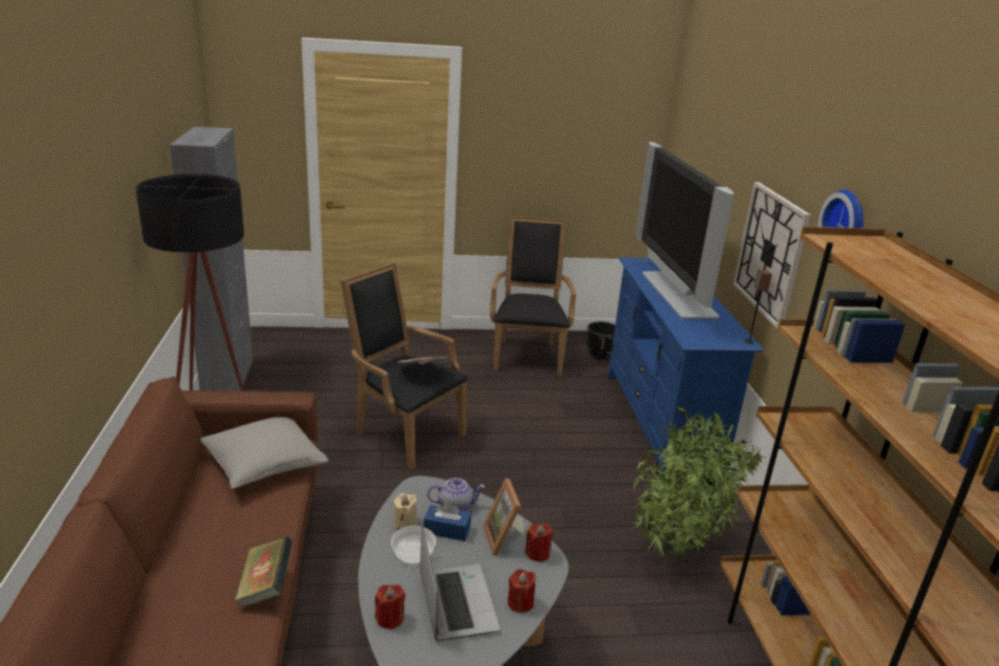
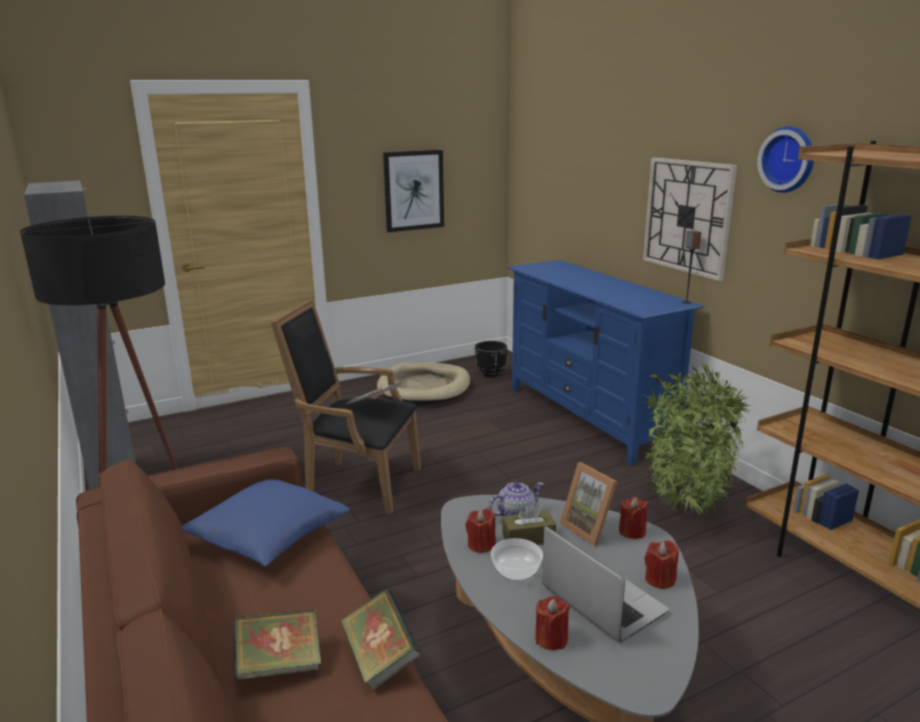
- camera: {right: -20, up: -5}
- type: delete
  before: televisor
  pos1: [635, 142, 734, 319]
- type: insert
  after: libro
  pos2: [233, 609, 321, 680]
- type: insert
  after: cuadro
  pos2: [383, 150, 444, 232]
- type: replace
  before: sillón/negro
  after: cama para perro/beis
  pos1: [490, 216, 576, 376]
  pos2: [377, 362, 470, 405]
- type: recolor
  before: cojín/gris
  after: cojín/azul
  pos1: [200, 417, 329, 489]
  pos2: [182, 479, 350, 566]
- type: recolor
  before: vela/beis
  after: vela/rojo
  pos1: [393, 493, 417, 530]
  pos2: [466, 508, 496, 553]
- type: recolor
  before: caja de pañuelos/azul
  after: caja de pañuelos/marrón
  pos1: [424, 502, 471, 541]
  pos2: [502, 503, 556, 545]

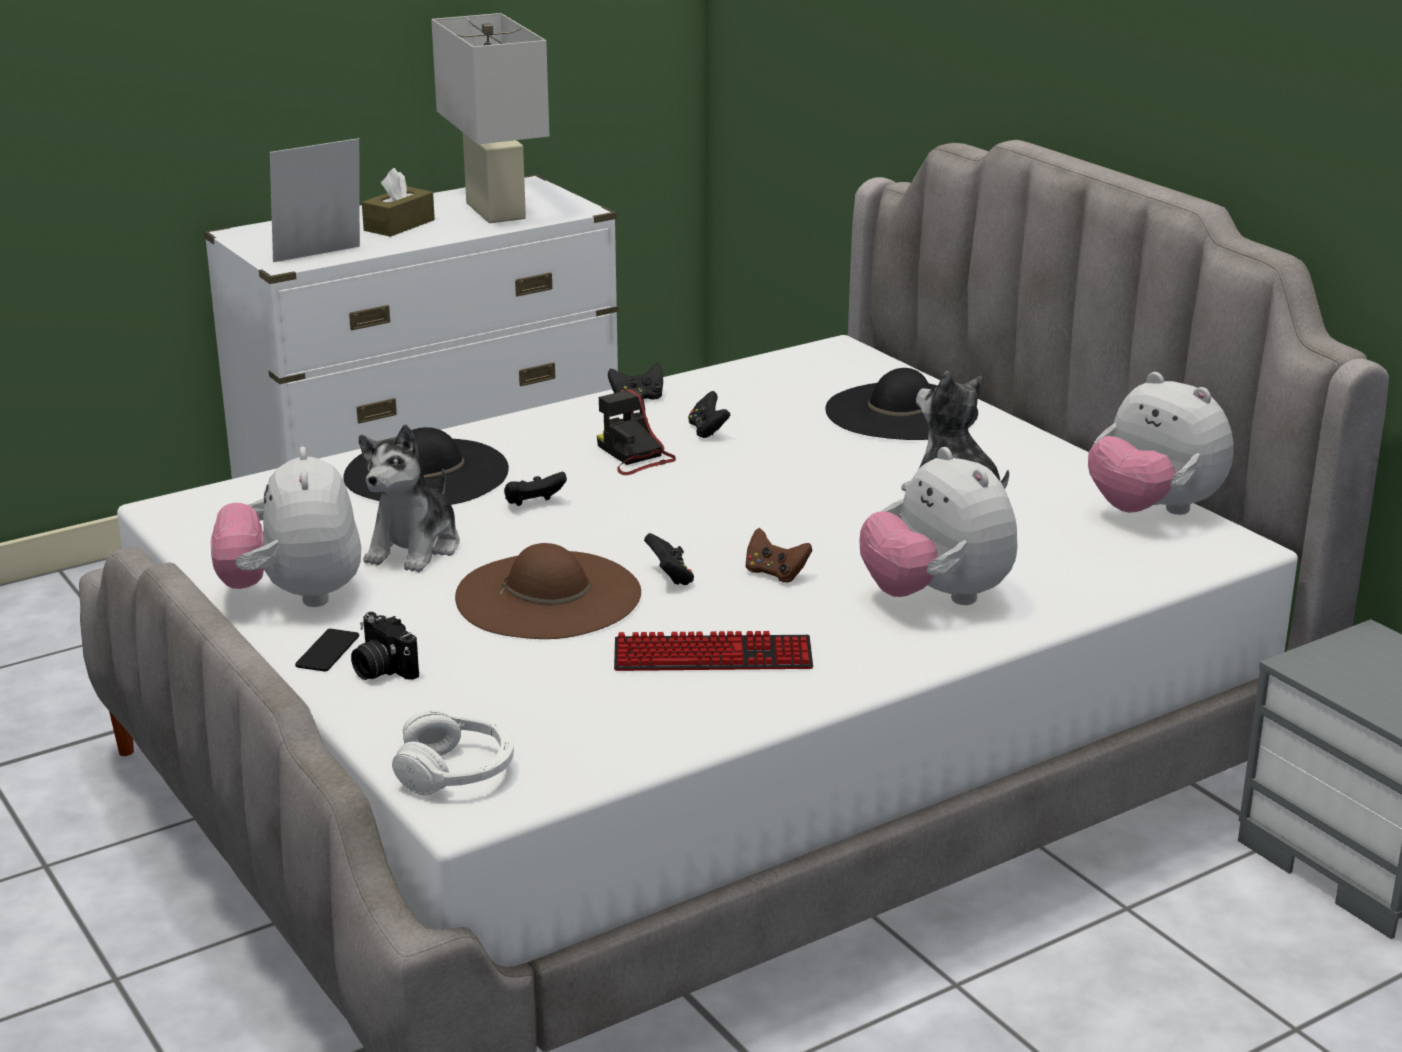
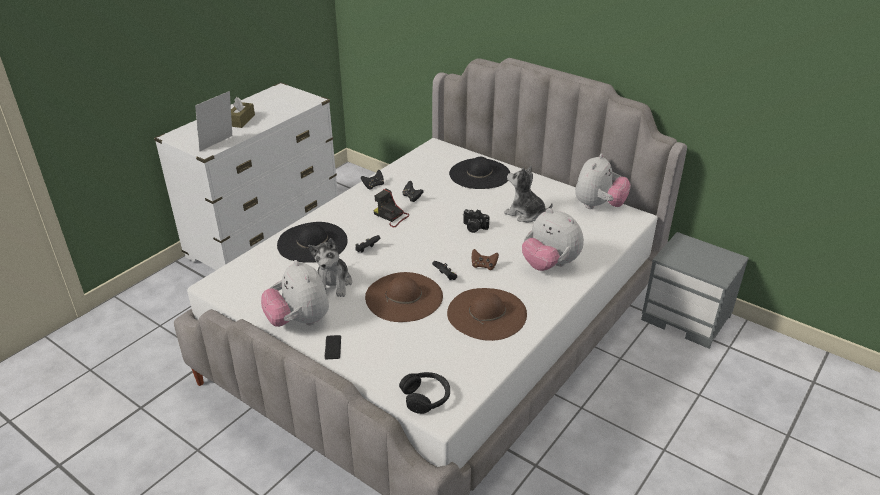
- camera: {right: -20, up: 10}
- type: delete
  before: lámpara de mesa/blanco
  pos1: [431, 13, 549, 223]
- type: move
  before: cámara
  pos1: [351, 612, 419, 680]
  pos2: [463, 209, 489, 233]
- type: replace
  before: teclado
  after: sombrero/marrón
  pos1: [614, 631, 813, 671]
  pos2: [447, 288, 527, 341]
- type: recolor
  before: auriculares/blanco
  after: auriculares/negro
  pos1: [392, 710, 514, 796]
  pos2: [399, 372, 450, 414]
- type: rotate
  before: peluche
  pos1: [1088, 372, 1234, 515]
  pos2: [575, 153, 631, 209]
  turn: -90

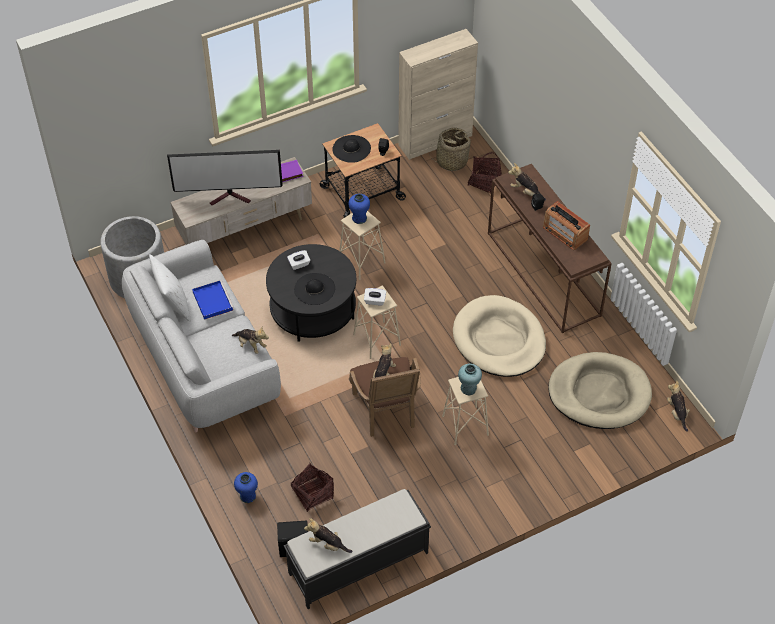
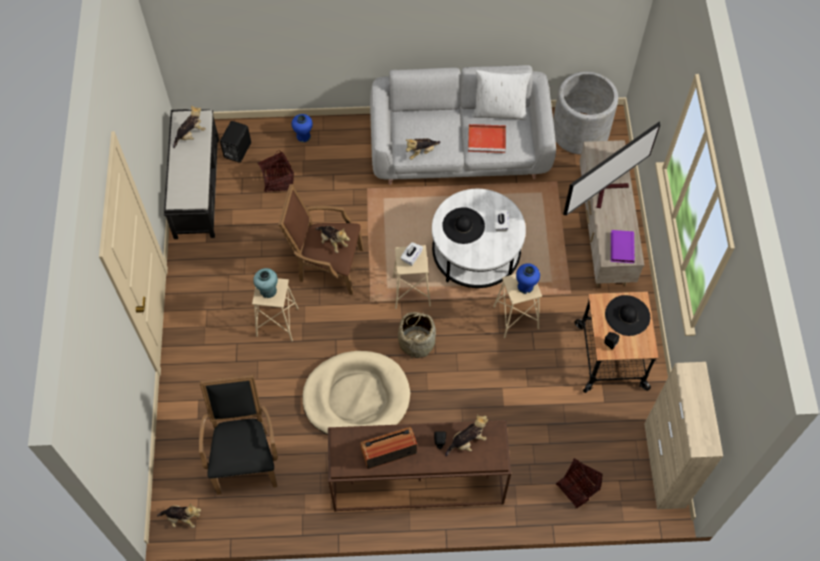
- camera: {right: 115, up: 10}
- type: move
  before: cesta
  pos1: [429, 127, 473, 171]
  pos2: [398, 311, 436, 358]
- type: replace
  before: cama para perro/beis
  after: sillón/negro
  pos1: [548, 352, 652, 429]
  pos2: [199, 375, 278, 495]
- type: recolor
  before: bandeja/azul
  after: bandeja/rojo
  pos1: [192, 280, 234, 320]
  pos2: [468, 124, 506, 153]
- type: recolor
  before: mesa de centro/negro
  after: mesa de centro/blanco
  pos1: [266, 244, 356, 342]
  pos2: [432, 189, 526, 288]
- type: rotate
  before: televisor
  pos1: [167, 150, 283, 206]
  pos2: [563, 121, 660, 215]
  turn: -150

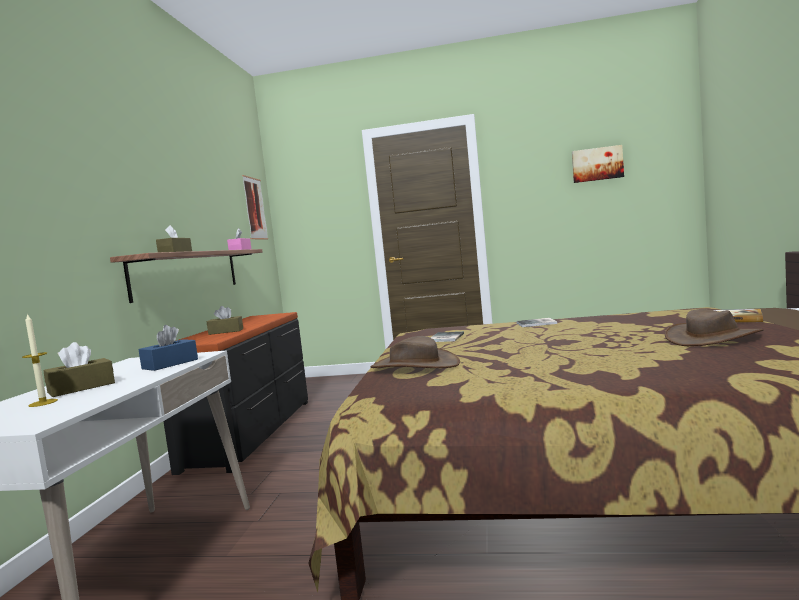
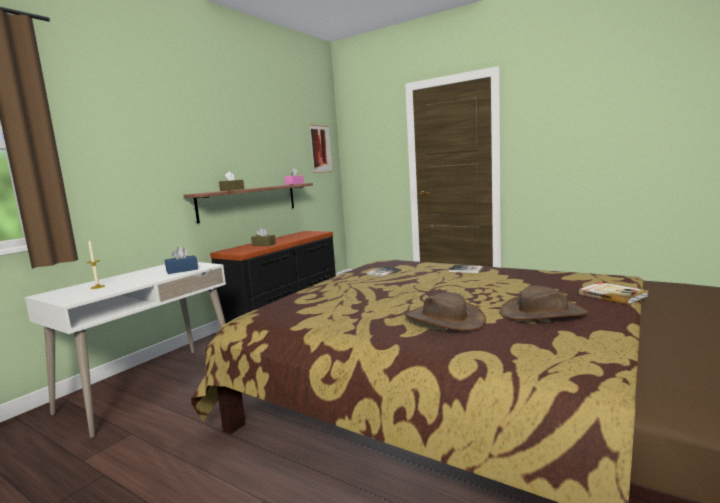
- camera: {right: 25, up: 5}
- type: delete
  before: caja de pañuelos/marrón
  pos1: [43, 342, 115, 397]
- type: delete
  before: cuadro
  pos1: [572, 145, 624, 183]
- type: move
  before: sombrero/marrón
  pos1: [371, 336, 460, 368]
  pos2: [405, 292, 486, 331]

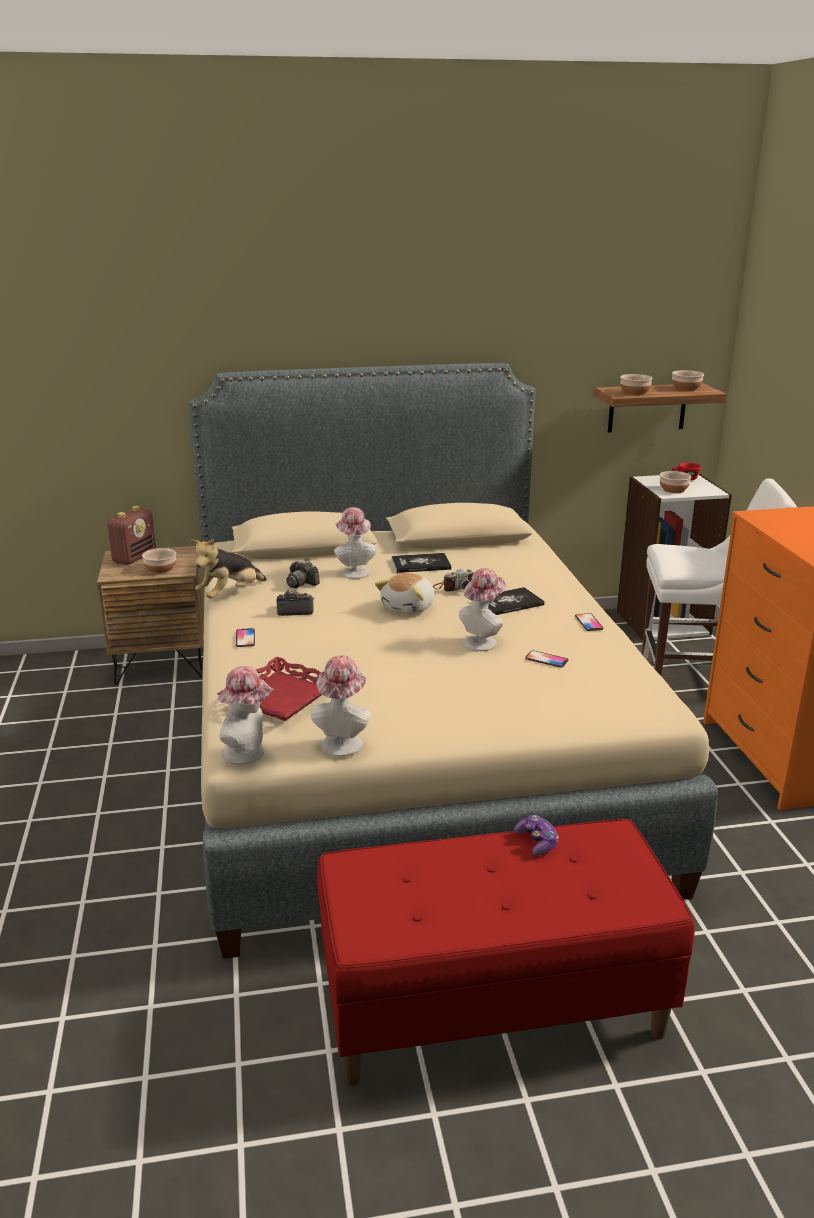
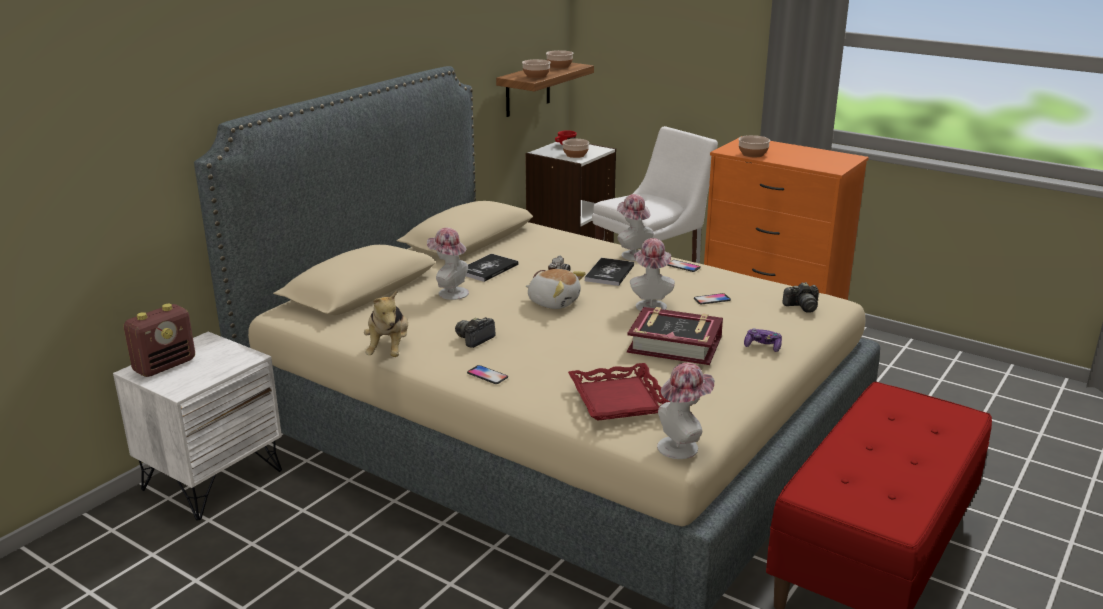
- camera: {right: -45, up: 0}
- type: insert
  after: libro
  pos2: [627, 307, 723, 365]
- type: move
  before: cuenco
  pos1: [142, 548, 176, 574]
  pos2: [738, 135, 770, 157]
- type: move
  before: cámara
  pos1: [286, 560, 320, 588]
  pos2: [783, 282, 819, 313]
- type: move
  before: sombrero
  pos1: [311, 655, 371, 756]
  pos2: [617, 194, 654, 261]
- type: move
  before: mando de consola
  pos1: [514, 815, 558, 856]
  pos2: [744, 328, 782, 352]
- type: recolor
  before: mesita de noche/marrón
  after: mesita de noche/blanco
  pos1: [97, 546, 204, 684]
  pos2: [113, 332, 282, 520]
- type: rotate
  before: radio
  pos1: [107, 506, 156, 565]
  pos2: [124, 304, 195, 377]
  turn: 60
- type: rotate
  before: peluche
  pos1: [375, 573, 435, 614]
  pos2: [526, 269, 586, 309]
  turn: -45

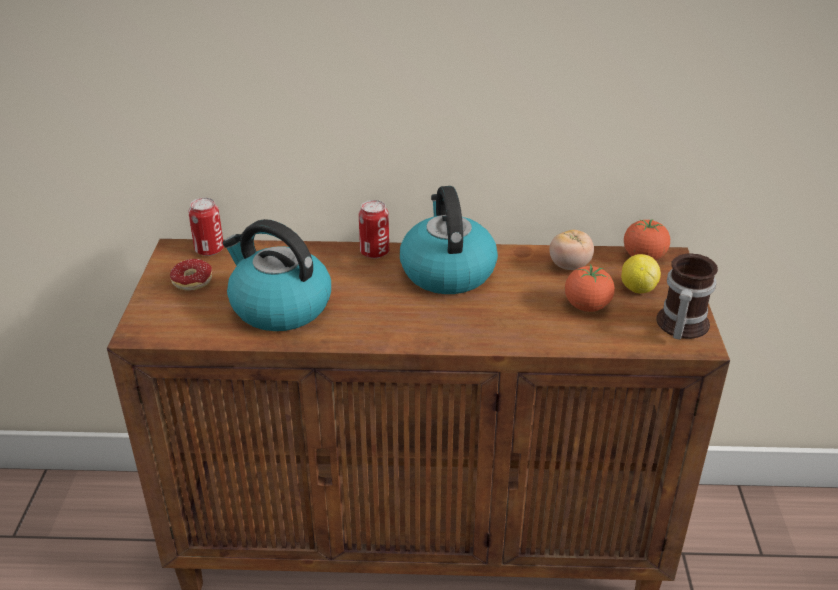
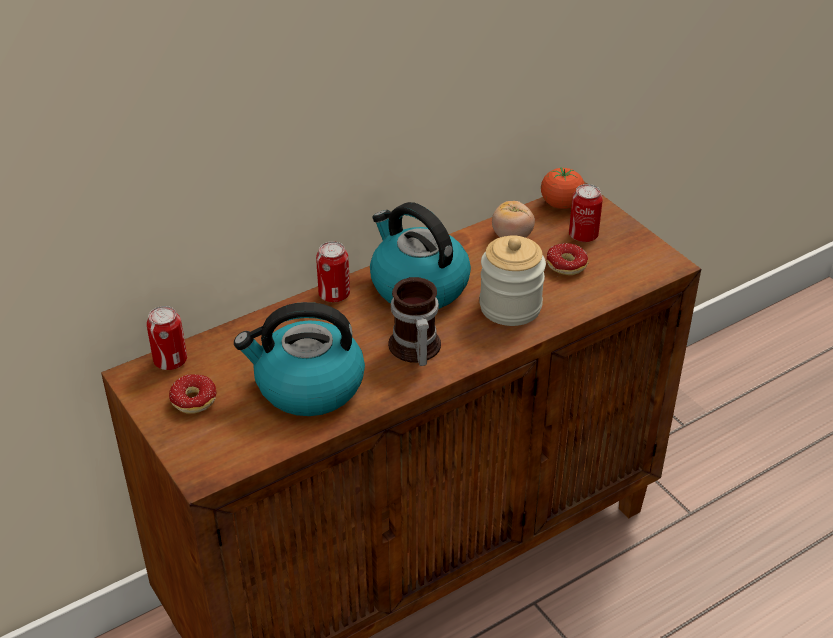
- camera: {right: -35, up: 5}
- type: insert
  after: tarro
  pos2: [479, 235, 546, 326]
- type: move
  before: taza grande
  pos1: [656, 253, 718, 340]
  pos2: [388, 277, 441, 366]
- type: replace
  before: tomate
  after: rosquilla
  pos1: [565, 264, 615, 312]
  pos2: [546, 243, 589, 275]
- type: replace
  before: limón
  after: lata
  pos1: [621, 254, 661, 293]
  pos2: [569, 184, 603, 242]

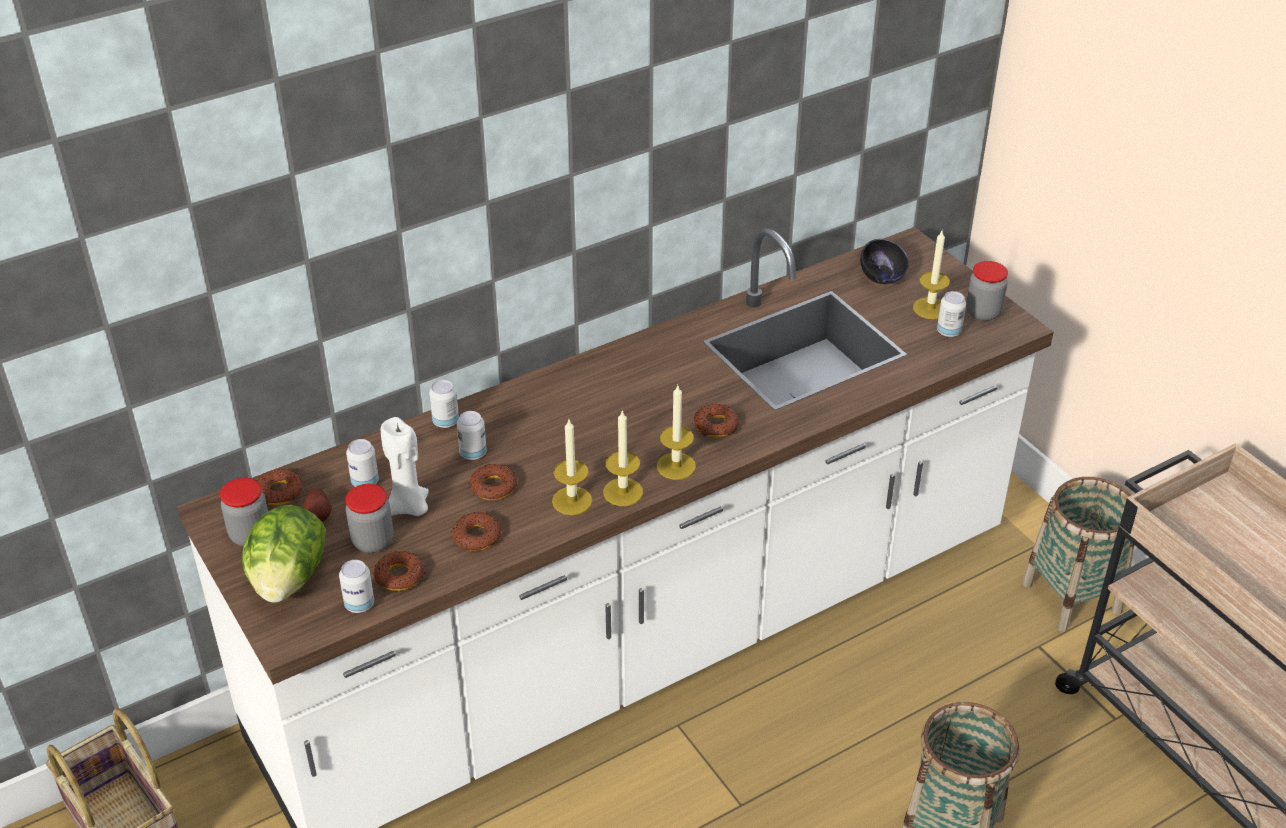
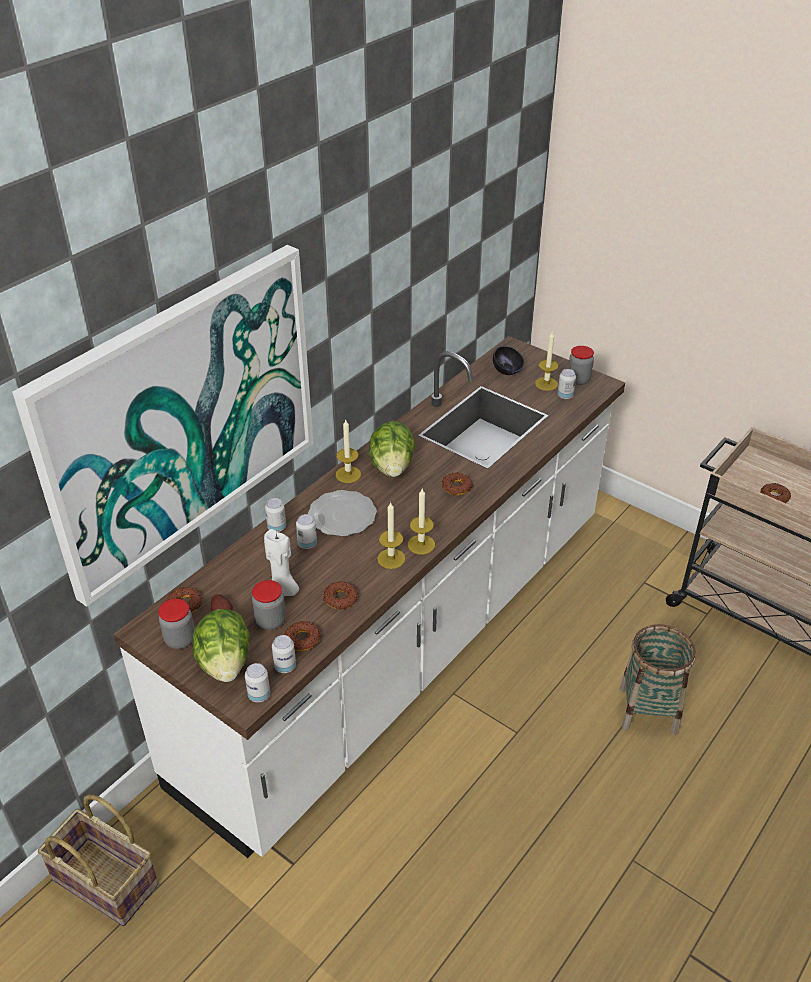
- camera: {right: -20, up: 0}
- type: delete
  before: cesta
  pos1: [1022, 477, 1134, 632]
- type: insert
  after: cuadro
  pos2: [12, 245, 313, 607]
- type: insert
  after: plato
  pos2: [308, 490, 377, 537]
- type: insert
  after: lechuga
  pos2: [369, 421, 415, 477]
- type: move
  before: lata
  pos1: [346, 439, 379, 487]
  pos2: [245, 663, 270, 702]
- type: move
  before: rosquilla
  pos1: [469, 464, 517, 500]
  pos2: [761, 483, 791, 503]
- type: move
  before: vela
  pos1: [657, 386, 696, 480]
  pos2: [336, 420, 361, 483]

